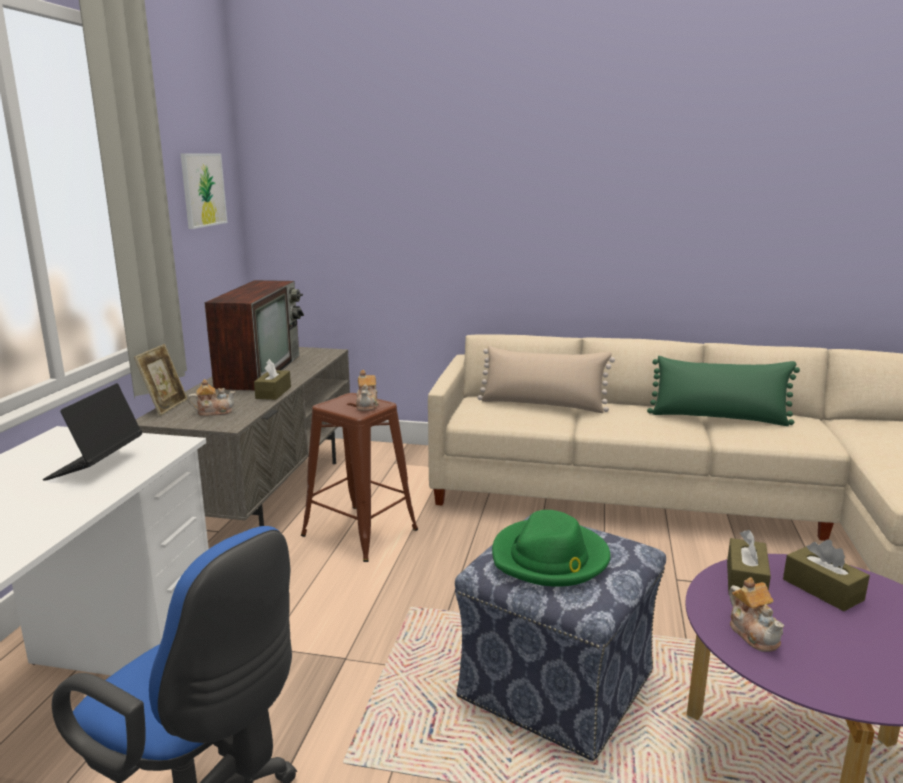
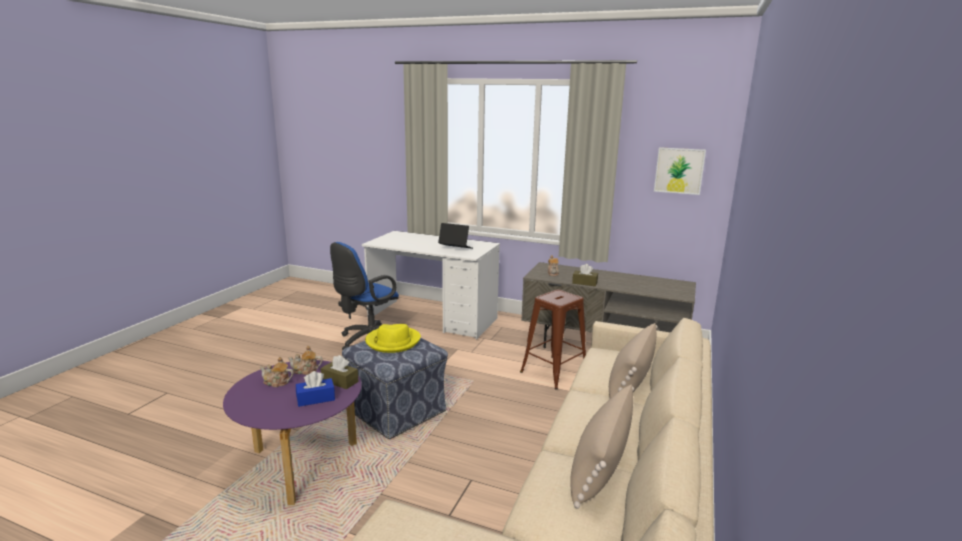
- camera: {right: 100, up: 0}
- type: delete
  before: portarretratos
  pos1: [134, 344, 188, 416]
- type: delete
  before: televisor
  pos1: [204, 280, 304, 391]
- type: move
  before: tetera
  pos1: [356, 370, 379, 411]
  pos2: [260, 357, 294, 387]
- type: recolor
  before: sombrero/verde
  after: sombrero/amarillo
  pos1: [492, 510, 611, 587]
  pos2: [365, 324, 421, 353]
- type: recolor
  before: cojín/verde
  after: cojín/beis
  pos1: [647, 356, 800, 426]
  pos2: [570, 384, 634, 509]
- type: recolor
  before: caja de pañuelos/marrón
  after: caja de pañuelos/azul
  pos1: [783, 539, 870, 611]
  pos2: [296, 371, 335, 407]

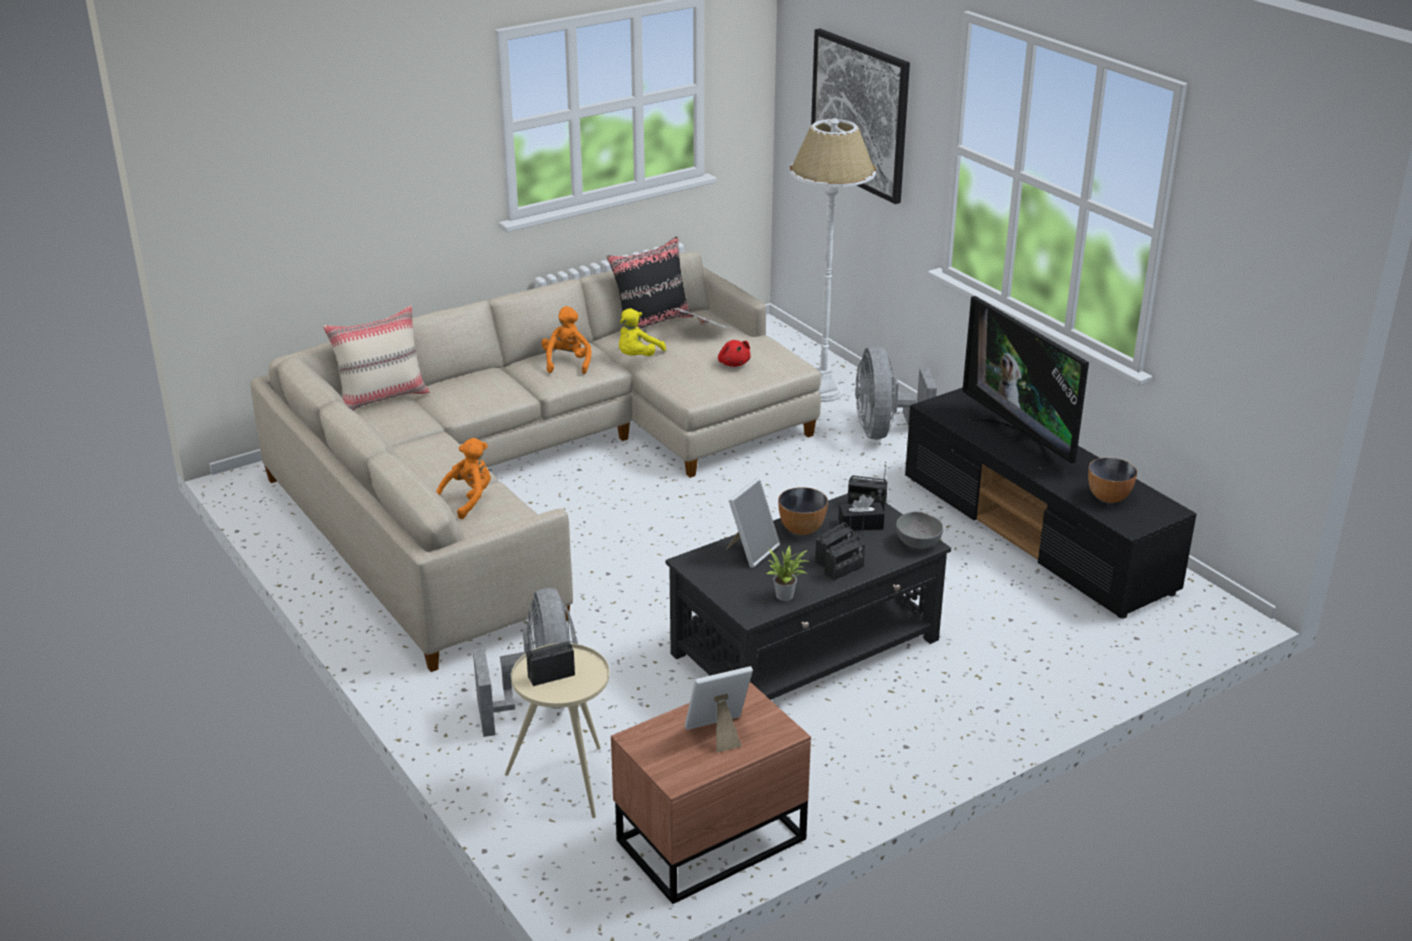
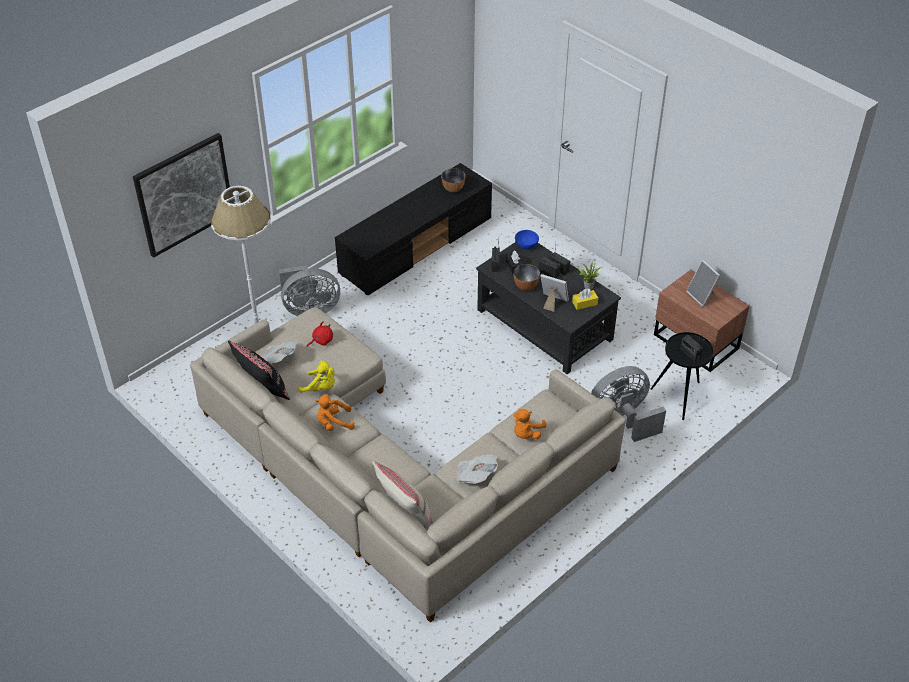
- camera: {right: -100, up: 15}
- type: delete
  before: televisor
  pos1: [962, 296, 1089, 469]
- type: insert
  after: periódico
  pos2: [455, 454, 498, 484]
- type: insert
  after: caja de pañuelos/amarillo
  pos2: [572, 289, 598, 310]
- type: recolor
  before: mesa auxiliar/beis
  after: mesa auxiliar/negro
  pos1: [505, 643, 610, 818]
  pos2: [651, 332, 714, 420]
- type: recolor
  before: cuenco/gris
  after: cuenco/azul
  pos1: [896, 512, 943, 549]
  pos2: [515, 230, 539, 249]
- type: rotate
  before: peluche/naranja
  pos1: [436, 438, 491, 519]
  pos2: [513, 409, 546, 439]
  turn: -90

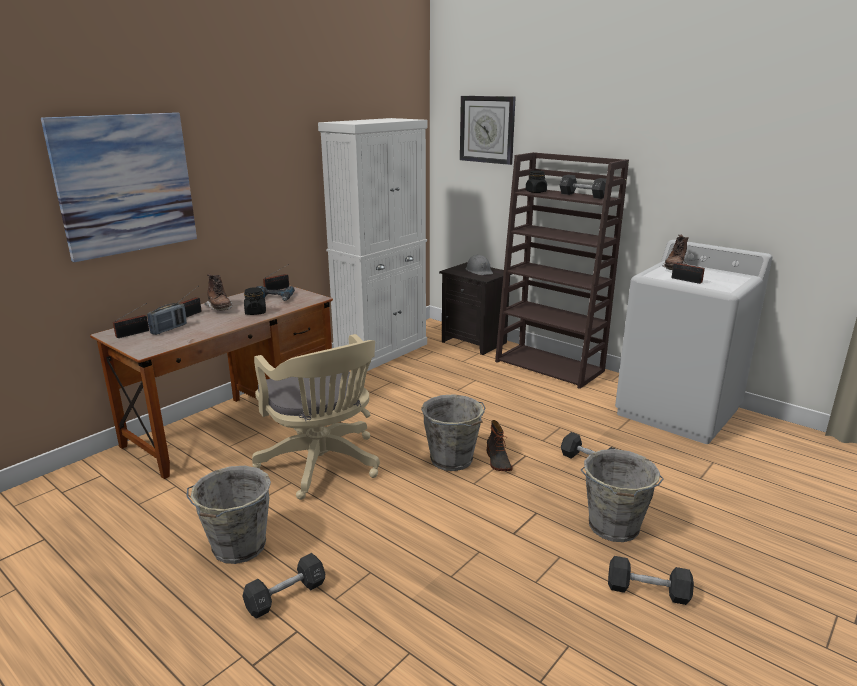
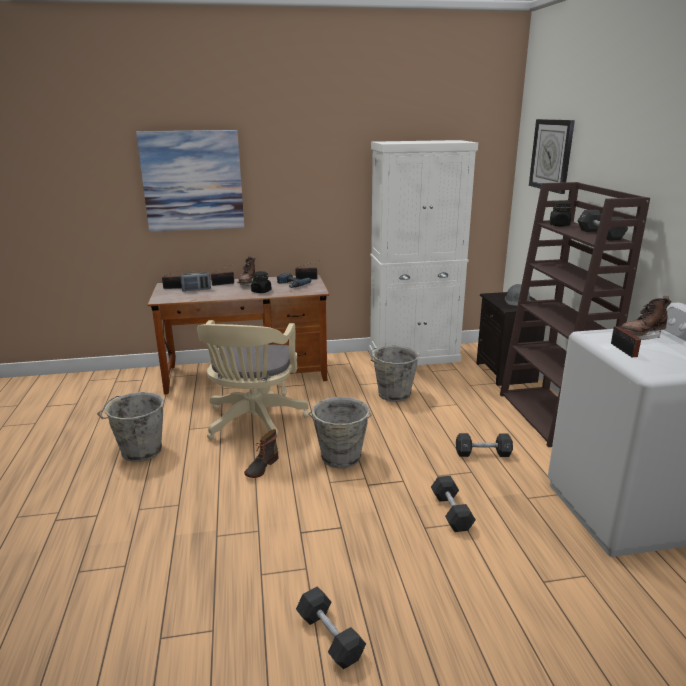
- camera: {right: 40, up: 0}
- type: move
  before: mancuerna/negro
  pos1: [242, 553, 325, 619]
  pos2: [456, 433, 513, 457]
- type: move
  before: bota
  pos1: [487, 420, 513, 471]
  pos2: [244, 429, 279, 478]
- type: move
  before: cubo/gris
  pos1: [580, 449, 664, 542]
  pos2: [371, 345, 420, 402]

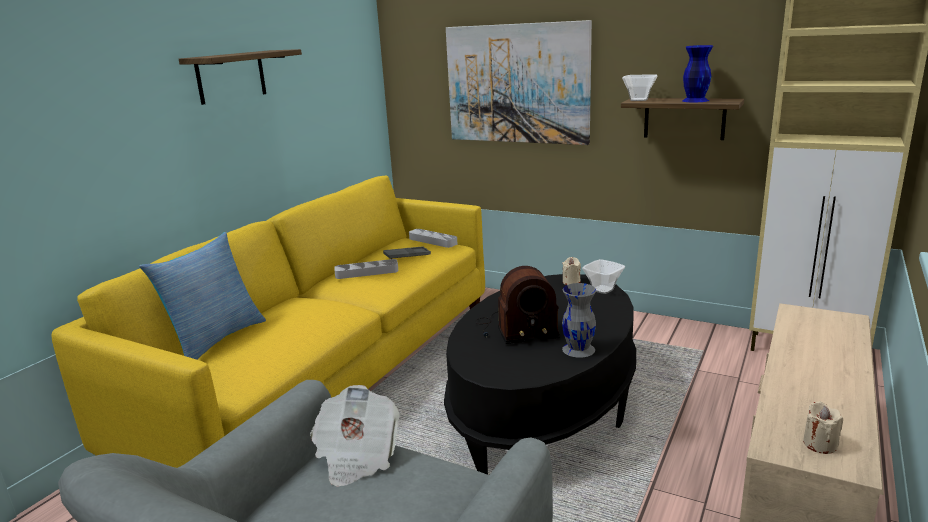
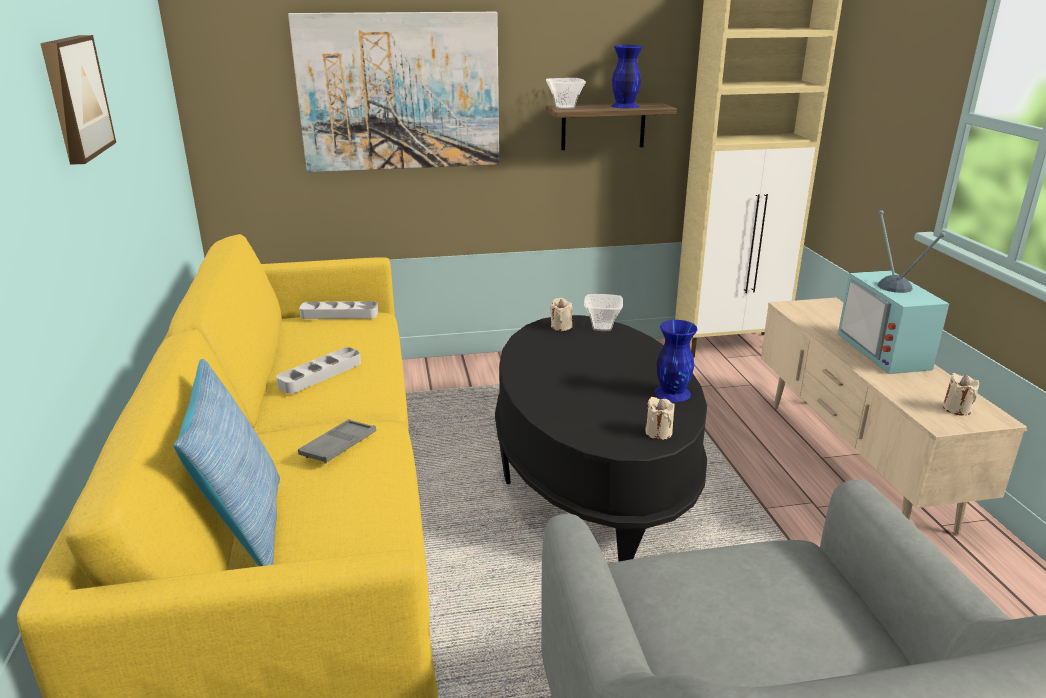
- camera: {right: -40, up: 5}
- type: delete
  before: periódico
  pos1: [310, 385, 400, 487]
- type: delete
  before: radio
  pos1: [475, 266, 559, 344]
- type: insert
  after: vela/beis
  pos2: [645, 397, 675, 440]
- type: insert
  after: televisor
  pos2: [838, 210, 949, 374]
- type: move
  before: bandeja/gris
  pos1: [383, 246, 431, 259]
  pos2: [298, 419, 376, 464]
- type: replace
  before: estante
  after: cuadro
  pos1: [179, 49, 302, 105]
  pos2: [40, 35, 116, 165]
- type: recolor
  before: florero/gris
  after: florero/azul
  pos1: [562, 283, 596, 358]
  pos2: [655, 320, 697, 402]

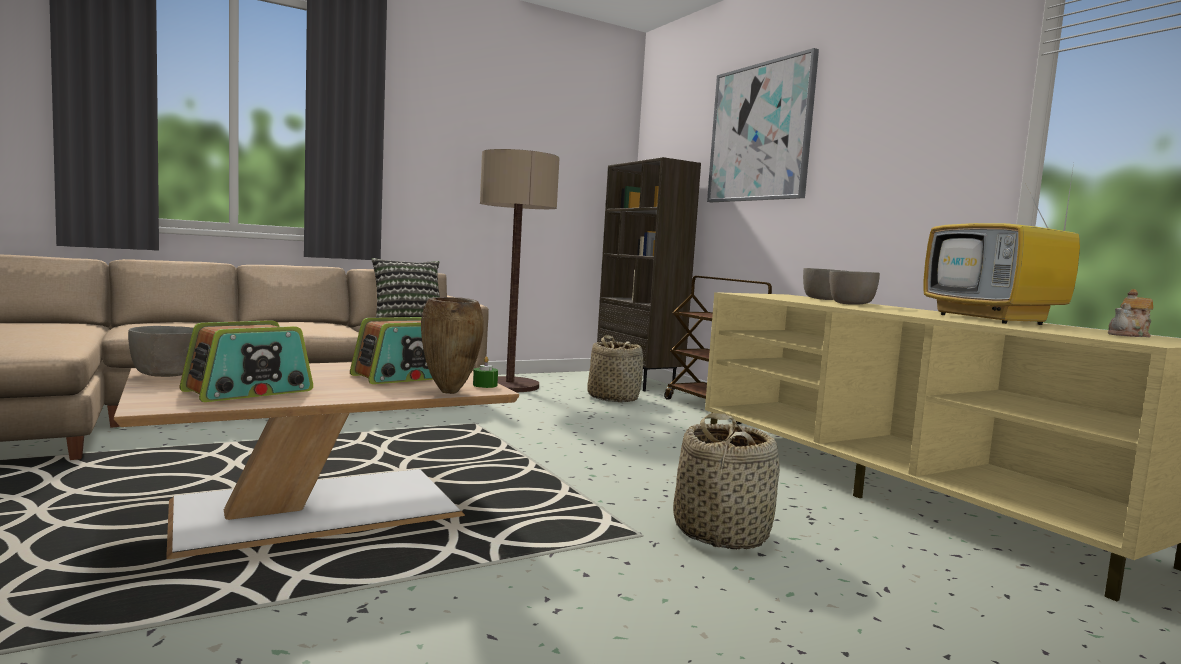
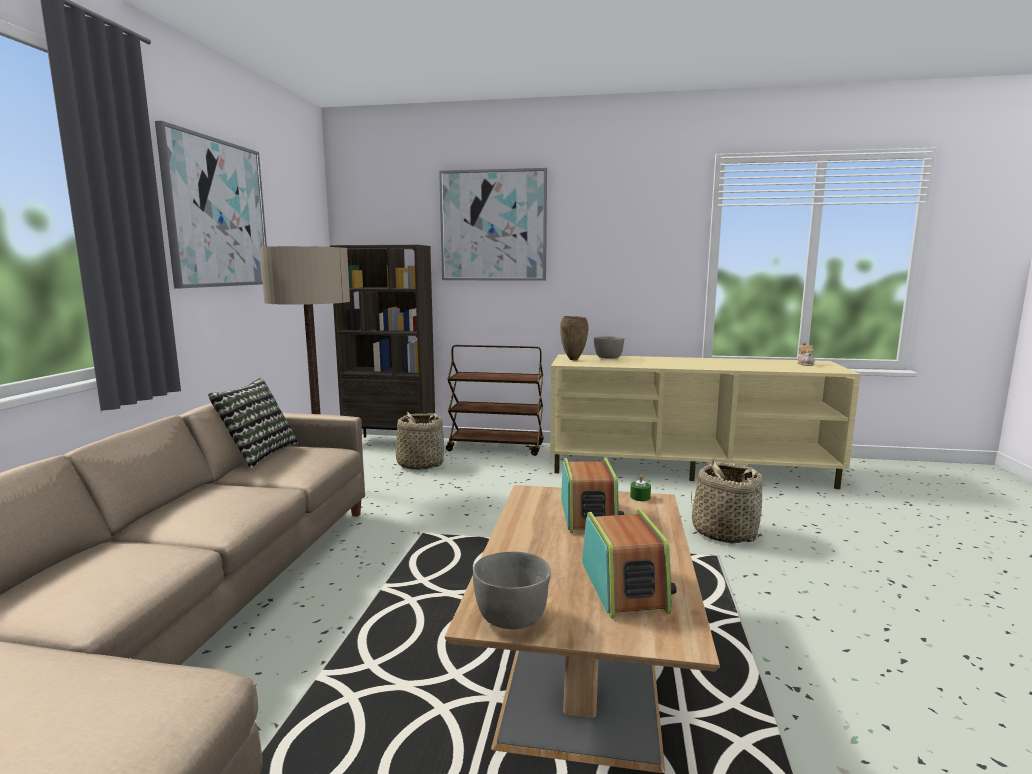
- camera: {right: -50, up: 5}
- type: delete
  before: cuenco/gris
  pos1: [829, 271, 880, 305]
- type: delete
  before: televisor
  pos1: [923, 163, 1080, 325]
- type: insert
  after: cuadro
  pos2: [155, 121, 267, 288]
- type: move
  before: florero/marrón
  pos1: [421, 297, 484, 394]
  pos2: [560, 316, 588, 360]

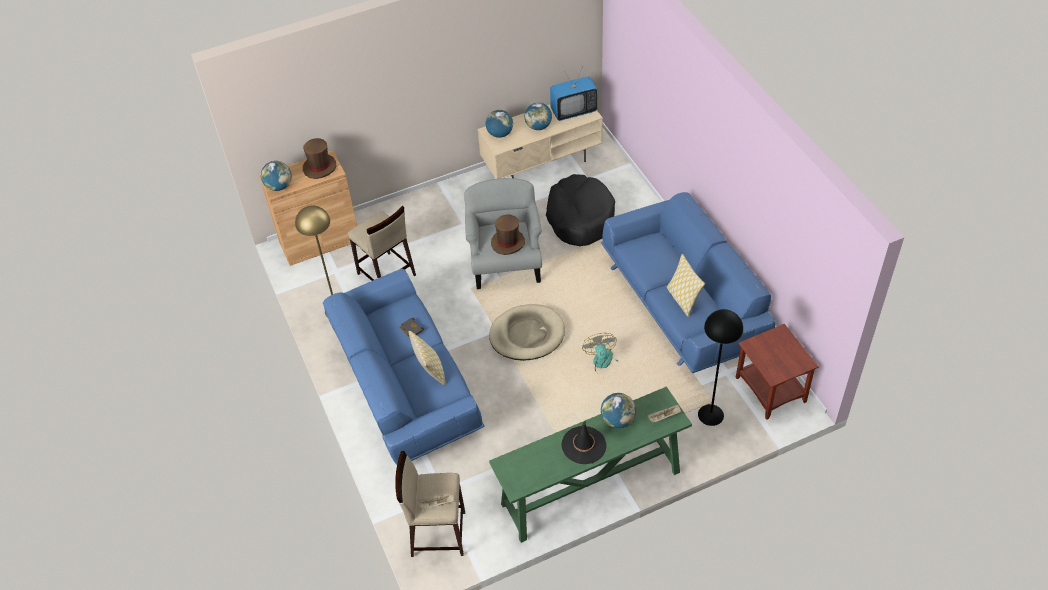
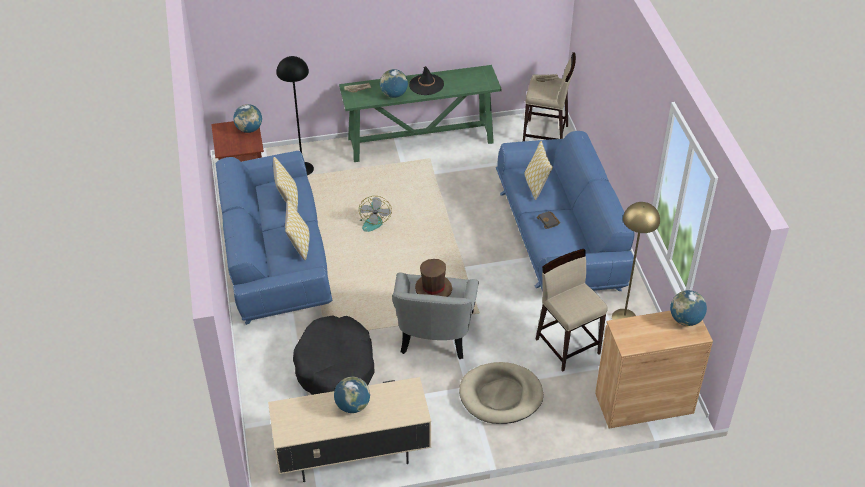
- camera: {right: -170, up: -5}
- type: delete
  before: sombrero/marrón
  pos1: [303, 138, 336, 179]
- type: delete
  before: televisor
  pos1: [550, 68, 598, 121]
- type: insert
  after: cojín
  pos2: [285, 200, 310, 260]
- type: move
  before: globo terráqueo
  pos1: [486, 110, 513, 138]
  pos2: [233, 104, 262, 133]
- type: move
  before: cama para perro/beis
  pos1: [489, 304, 565, 361]
  pos2: [459, 362, 543, 424]

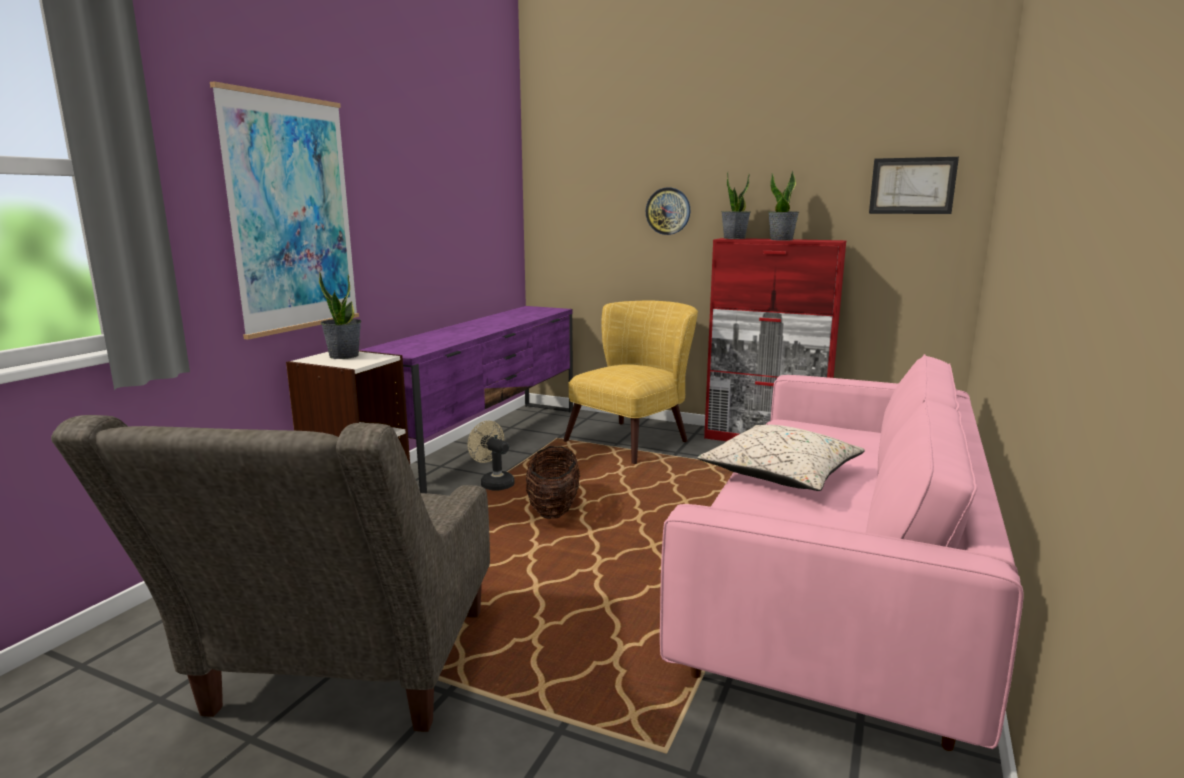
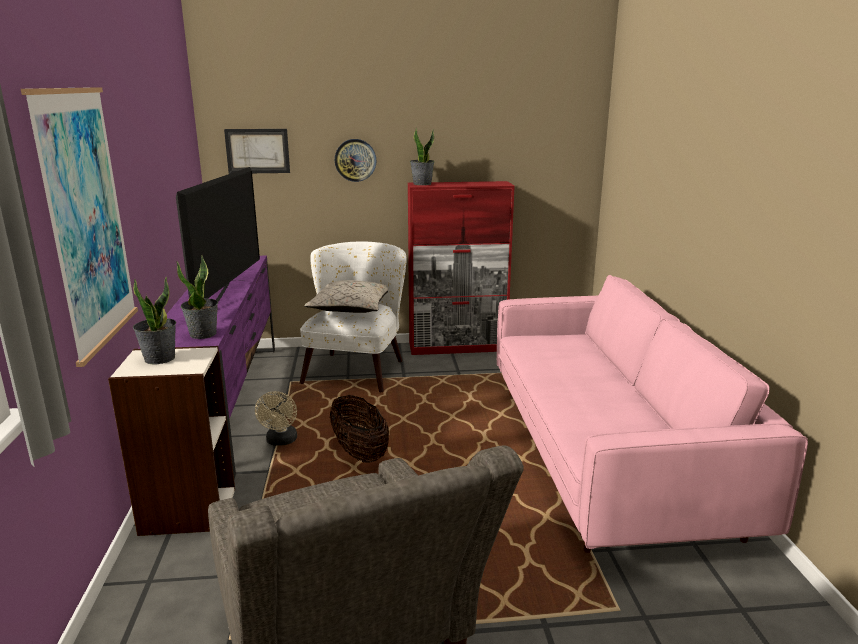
- camera: {right: -30, up: 5}
- type: insert
  after: televisor
  pos2: [176, 167, 260, 302]
- type: move
  before: cojín/beis
  pos1: [697, 425, 865, 491]
  pos2: [304, 280, 388, 313]
- type: move
  before: planta en maceta
  pos1: [768, 171, 799, 241]
  pos2: [176, 255, 218, 339]
- type: move
  before: cuadro
  pos1: [869, 157, 959, 214]
  pos2: [224, 129, 290, 174]
- type: recolor
  before: sillón/amarillo
  after: sillón/blanco
  pos1: [563, 301, 698, 464]
  pos2: [300, 242, 407, 392]
- type: rotate
  before: ventilador/beis
  pos1: [467, 420, 515, 491]
  pos2: [255, 391, 297, 446]
  turn: -105

